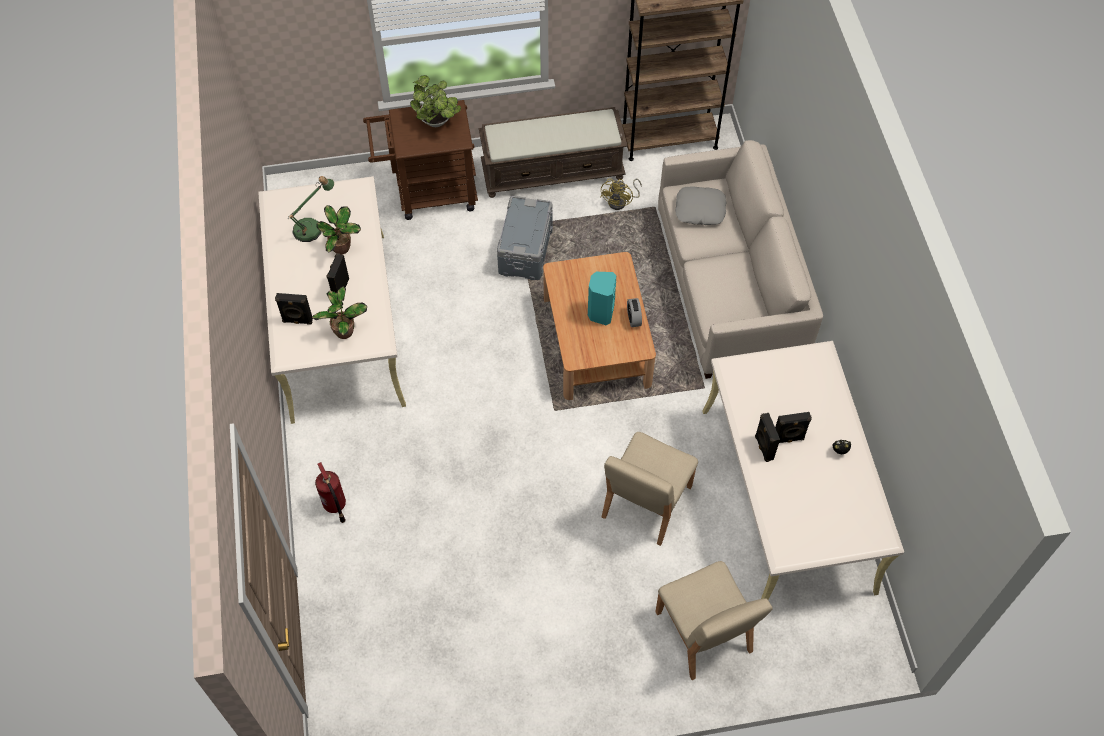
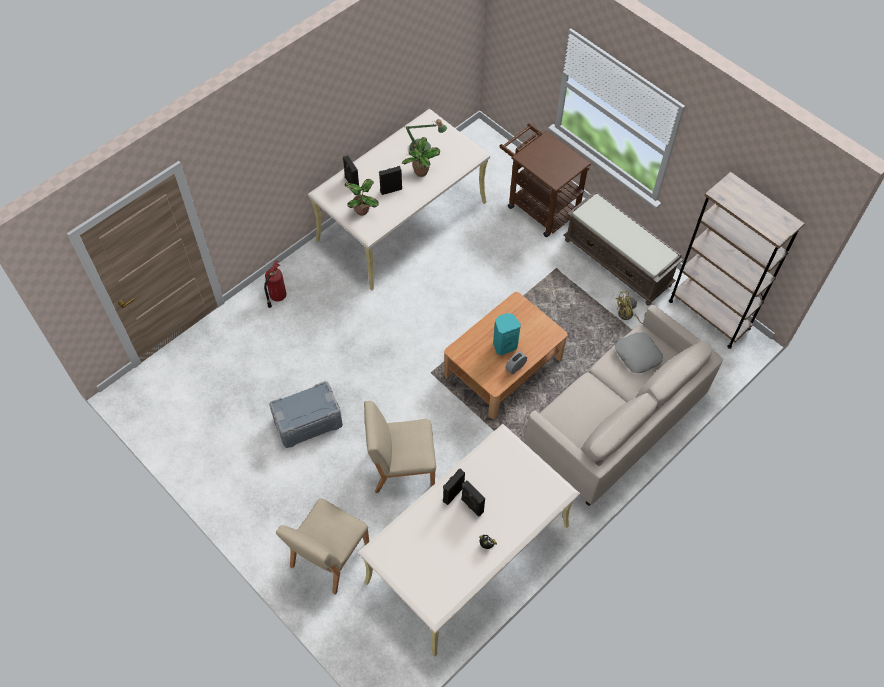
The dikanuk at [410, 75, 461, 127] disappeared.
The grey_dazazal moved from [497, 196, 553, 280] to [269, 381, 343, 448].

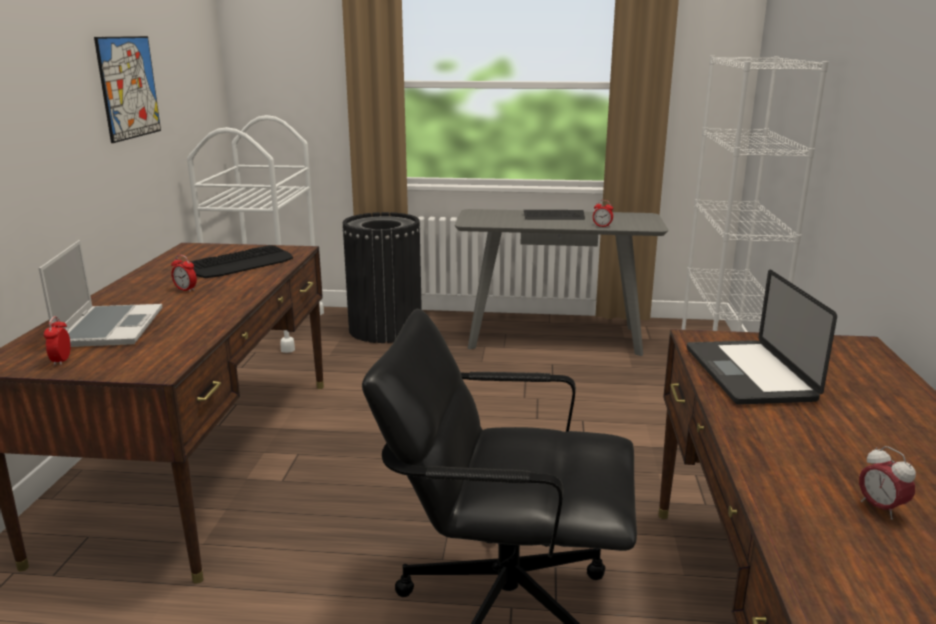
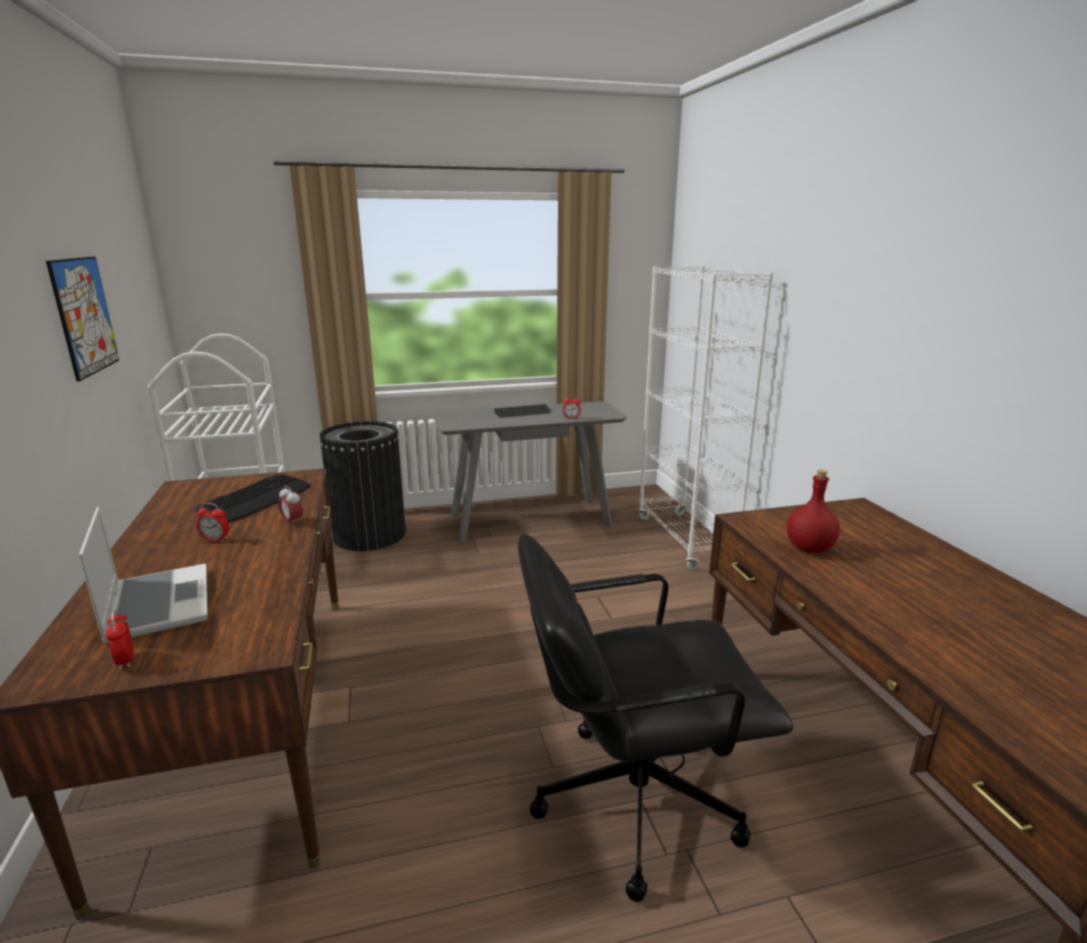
The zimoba at [687, 270, 837, 405] was replaced by the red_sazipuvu at [787, 470, 840, 553].
The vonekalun moved from [859, 446, 916, 520] to [278, 486, 303, 526].

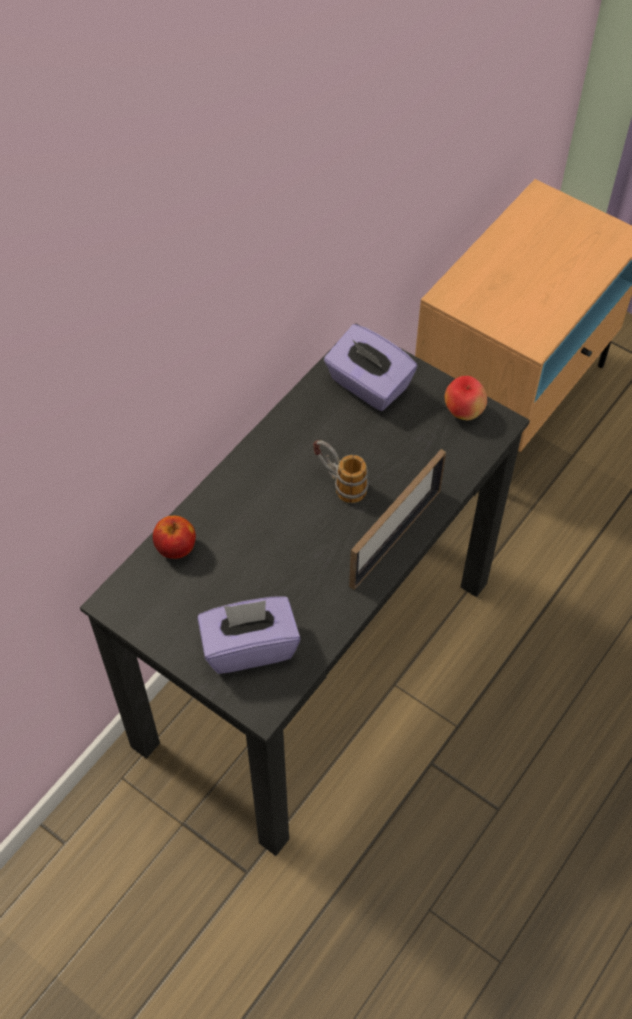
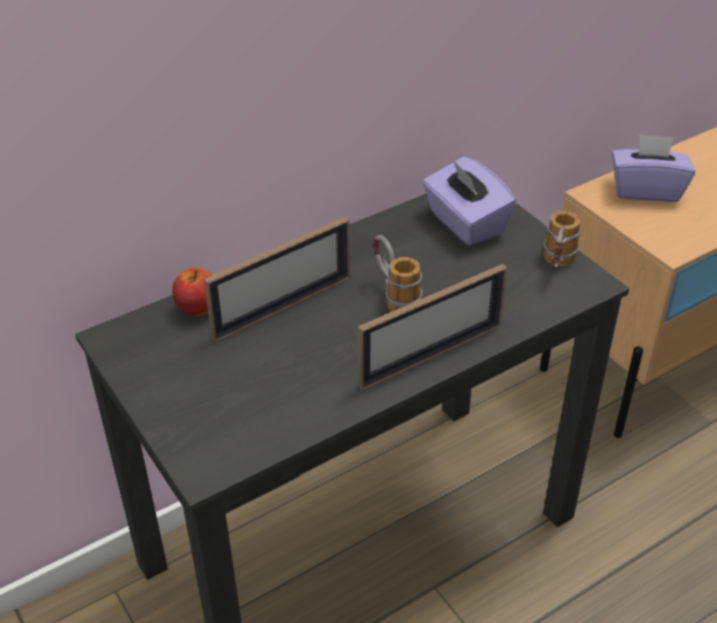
The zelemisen at [445, 376, 487, 420] was replaced by the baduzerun at [543, 211, 581, 269].
The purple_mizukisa moved from [197, 596, 300, 674] to [612, 134, 695, 202].
The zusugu at [204, 217, 350, 342] appeared.

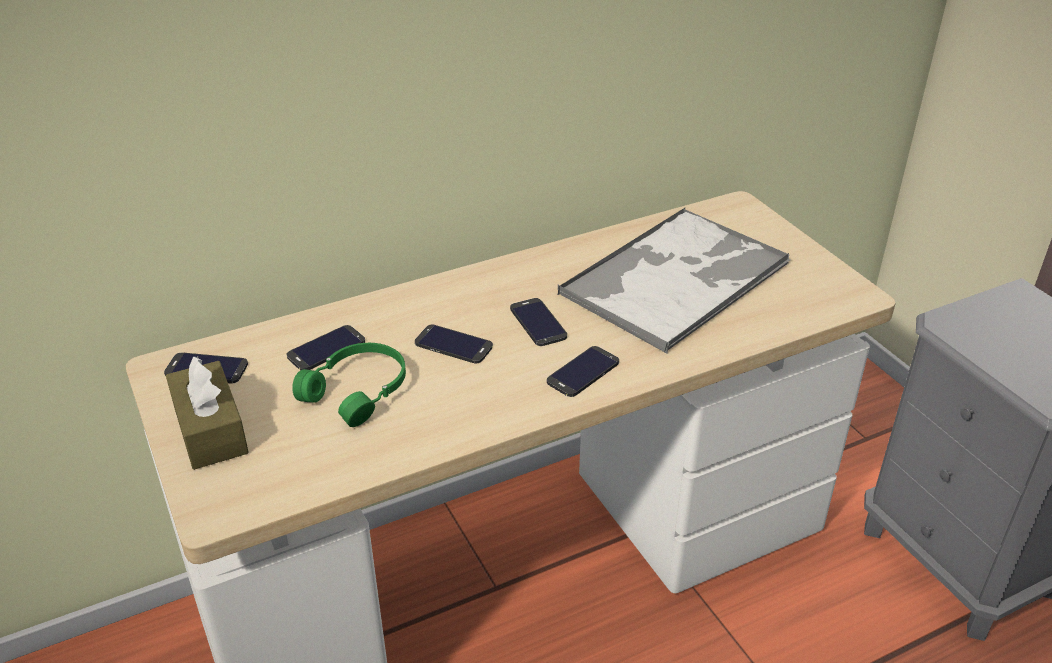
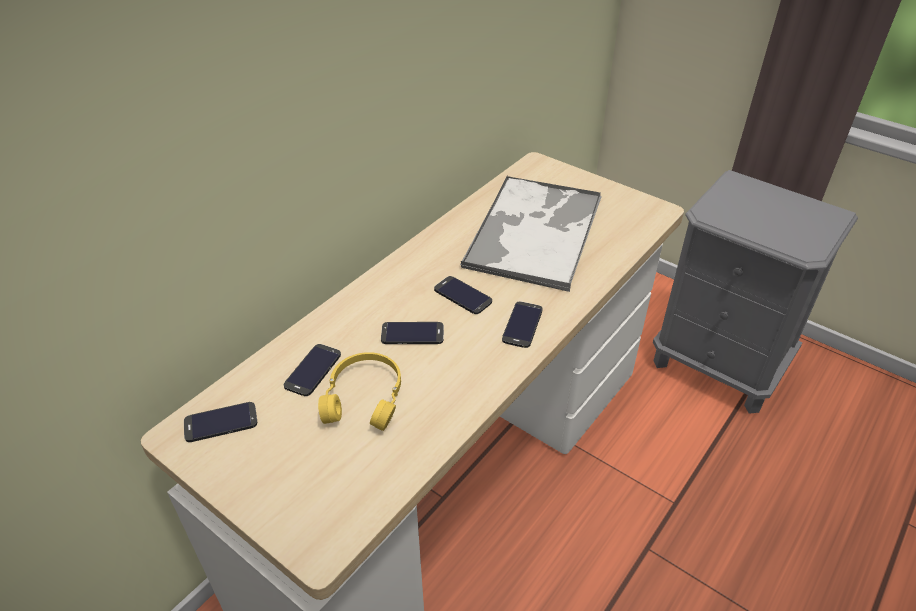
The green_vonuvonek at [292, 343, 406, 427] became the yellow_vonuvonek at [318, 352, 401, 431].
The brown_mizukisa at [166, 356, 249, 470] disappeared.

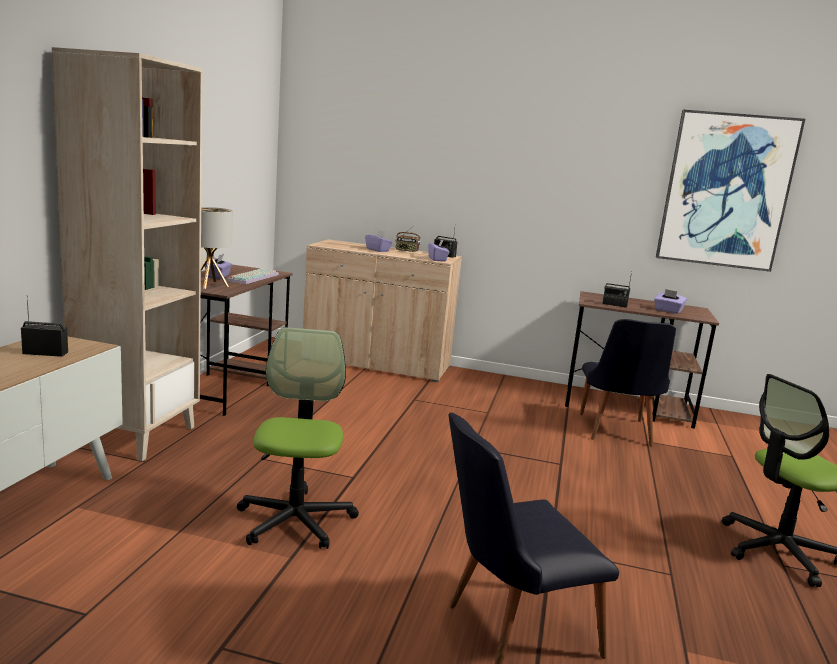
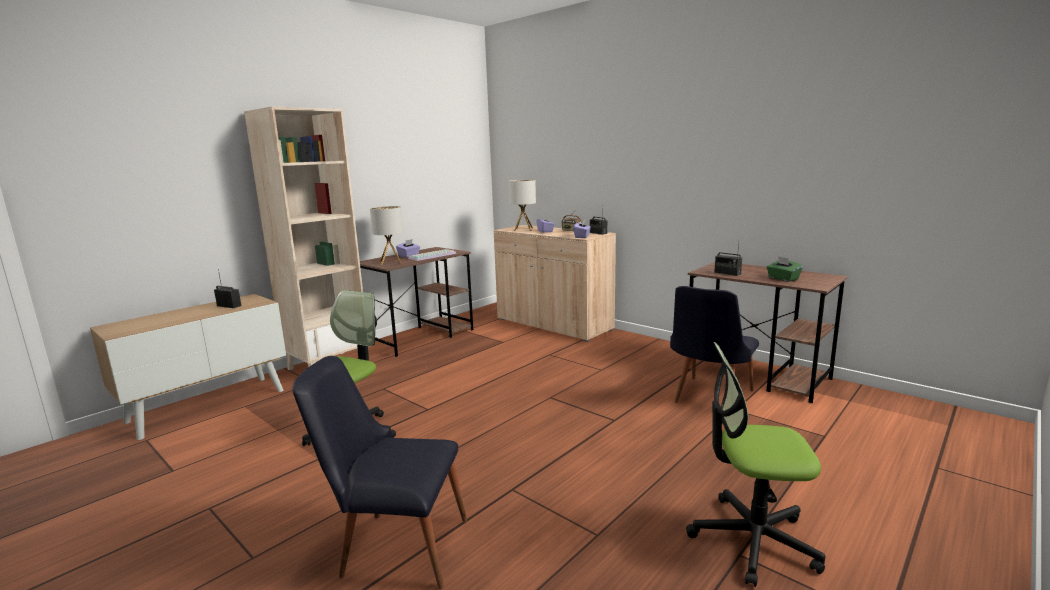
The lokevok at [656, 110, 805, 272] disappeared.
The purple_mizukisa at [654, 289, 687, 314] became the green_mizukisa at [766, 256, 803, 282].
The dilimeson at [508, 180, 536, 231] appeared.

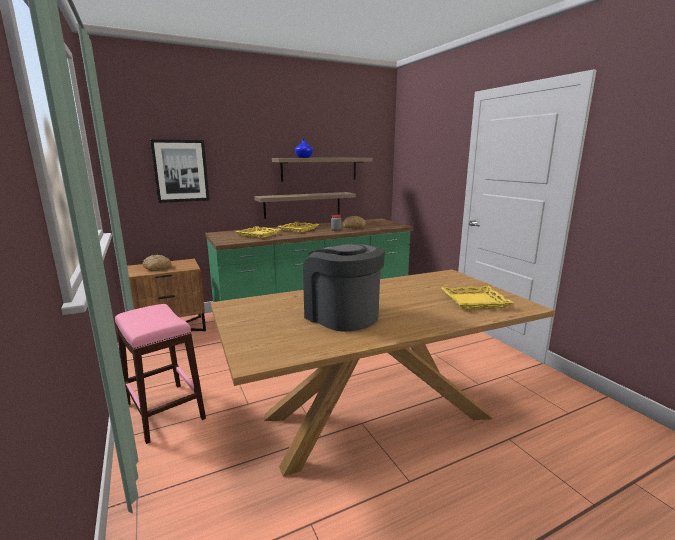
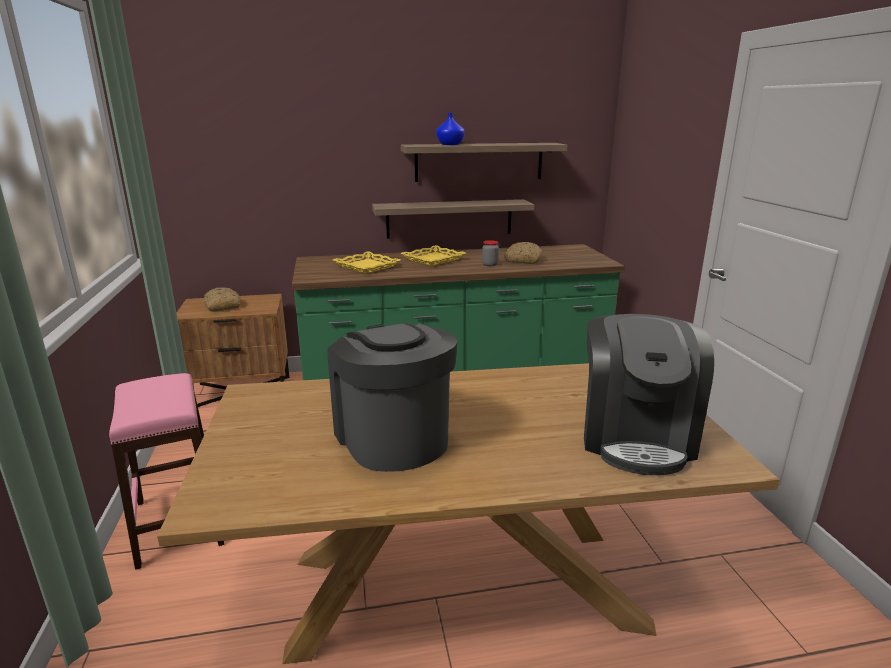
The lokevok at [150, 139, 209, 203] disappeared.
The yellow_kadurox at [441, 286, 513, 310] was replaced by the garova at [584, 314, 714, 475].

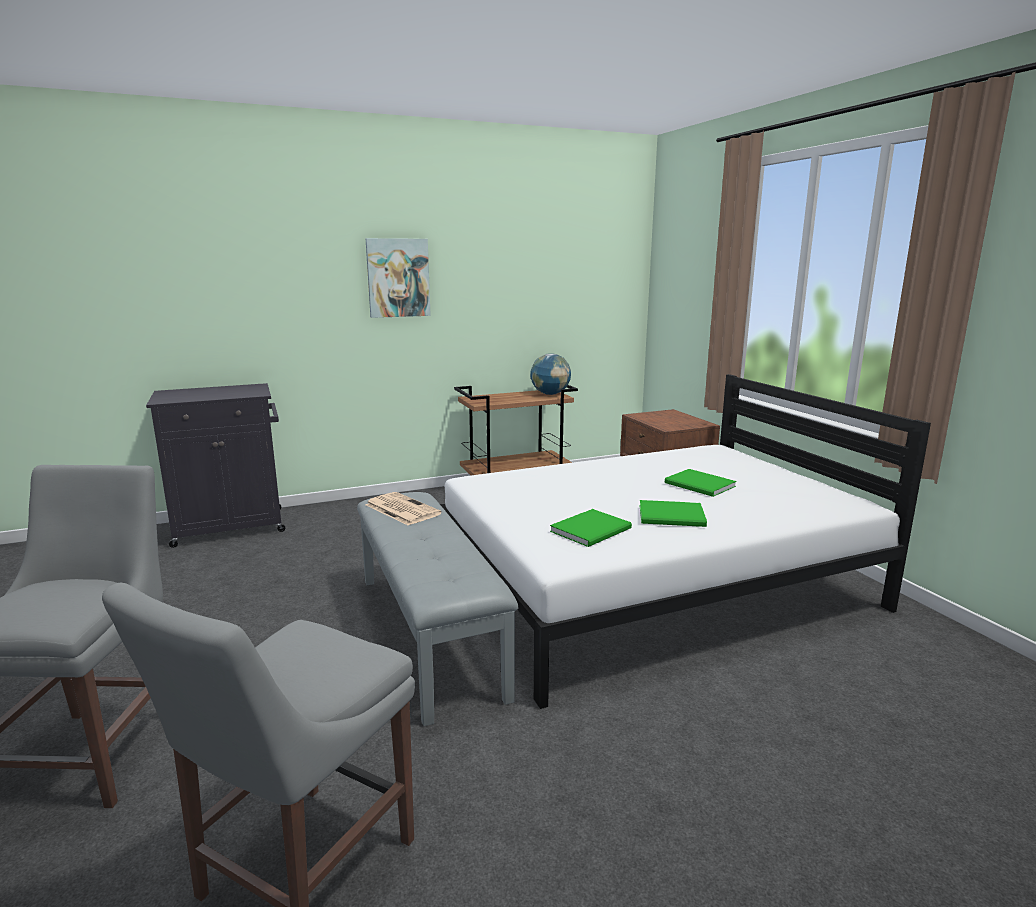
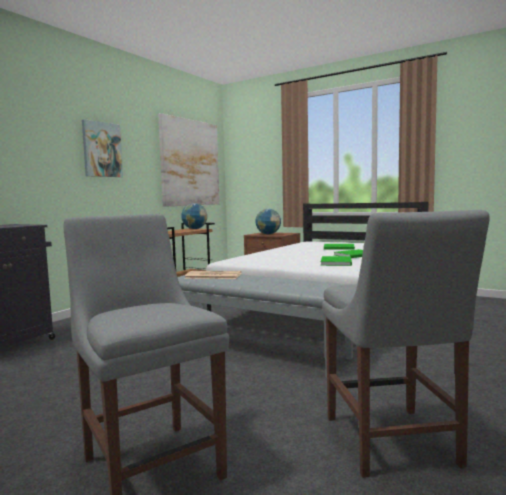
The lokevok at [158, 113, 220, 207] appeared.
The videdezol at [256, 209, 281, 234] appeared.

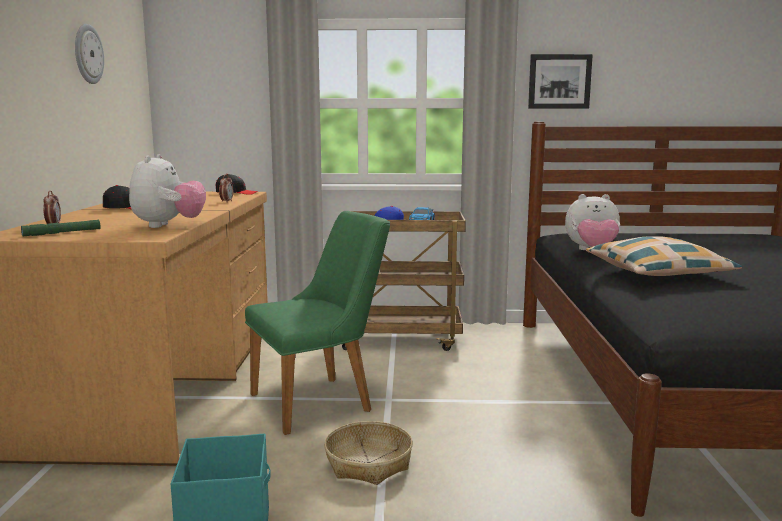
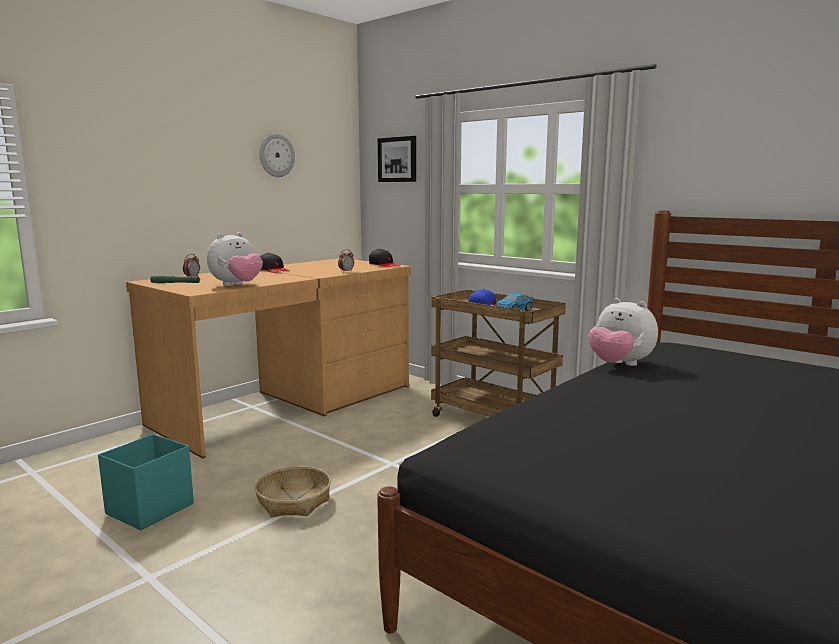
The lokevok moved from [528, 54, 593, 109] to [378, 136, 416, 182].
The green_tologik at [245, 211, 390, 435] disappeared.
The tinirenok at [586, 236, 742, 276] disappeared.

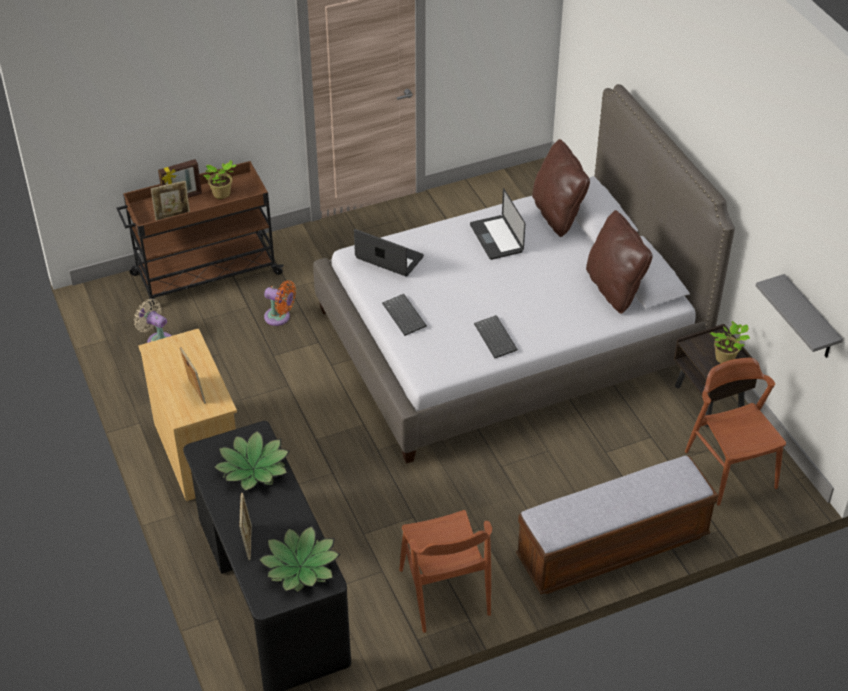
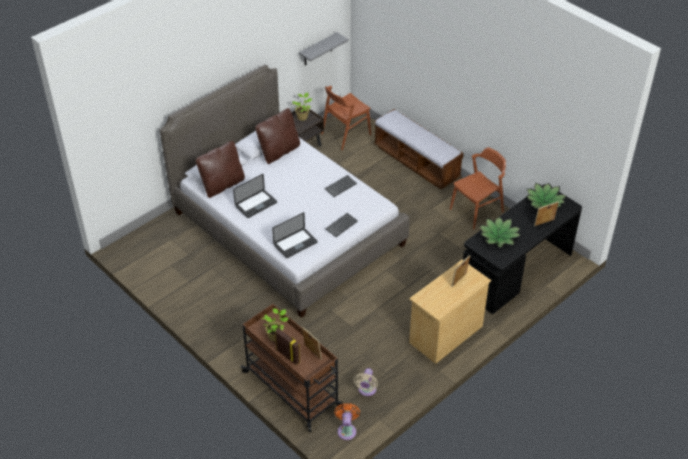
The zimoba at [354, 229, 424, 276] turned 135 degrees counterclockwise.
The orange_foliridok moved from [264, 281, 296, 326] to [334, 403, 360, 440].

